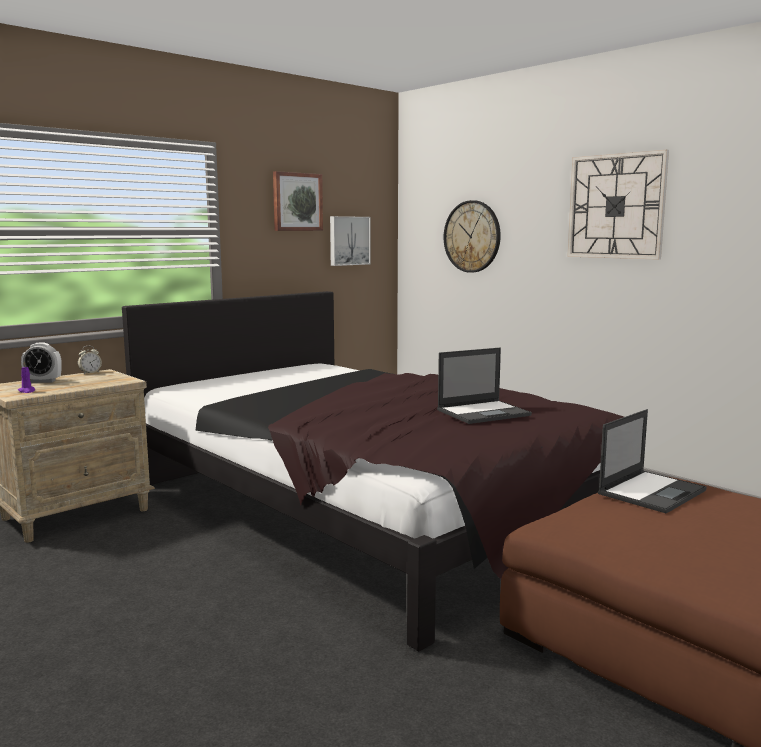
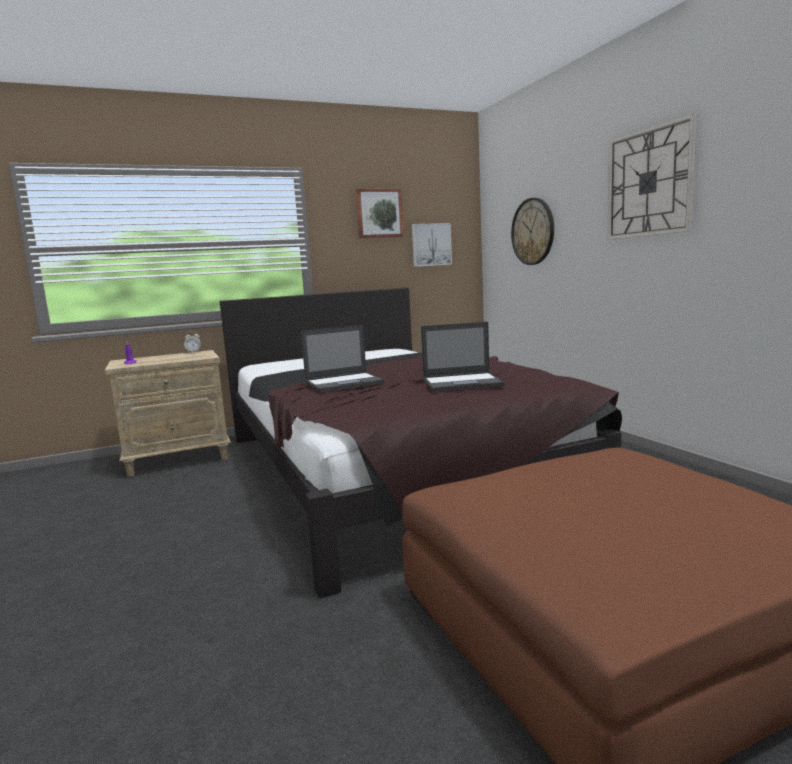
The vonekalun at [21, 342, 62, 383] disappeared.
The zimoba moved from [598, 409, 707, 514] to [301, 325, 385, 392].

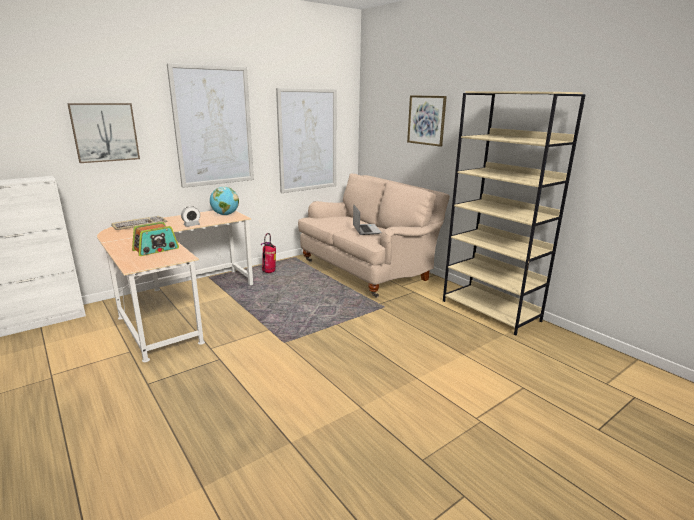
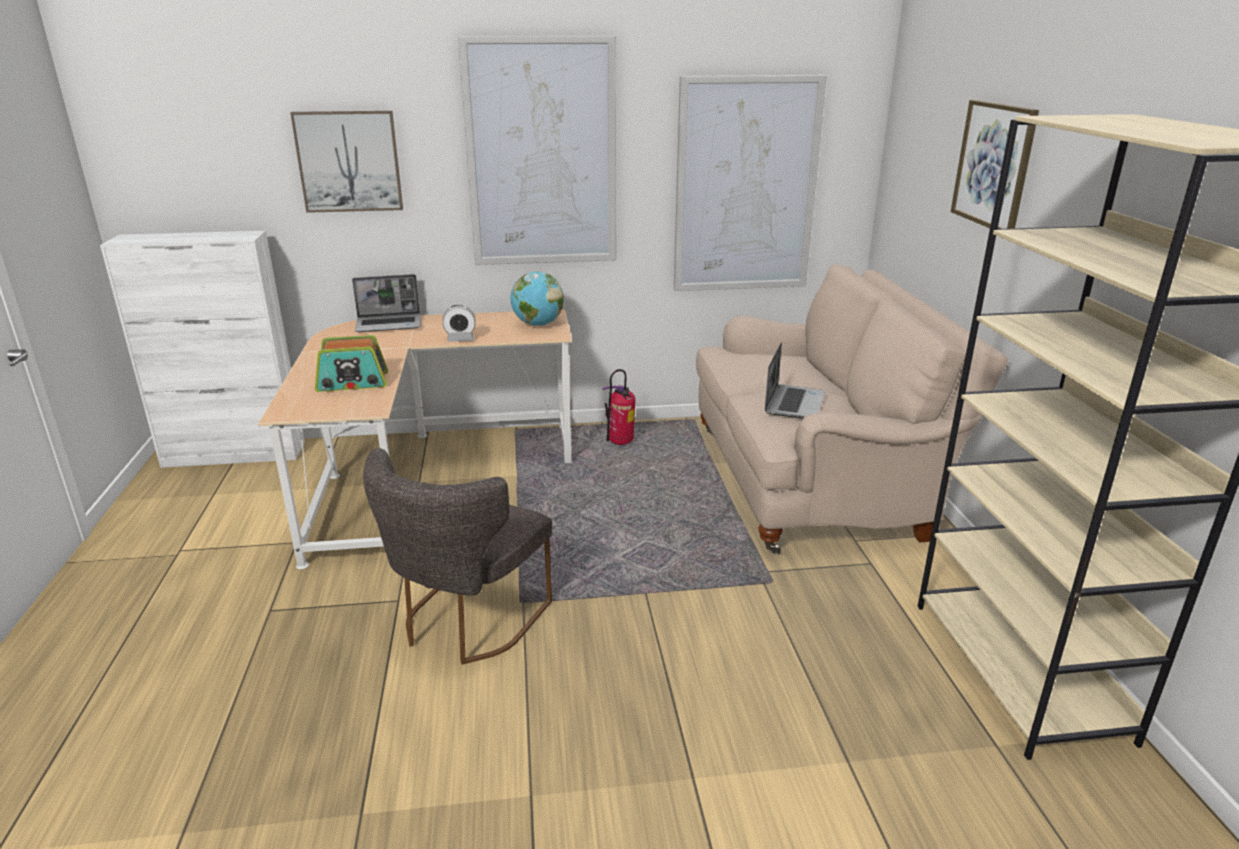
The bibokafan at [111, 216, 167, 230] was replaced by the zimoba at [352, 274, 420, 332].
The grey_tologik at [363, 448, 552, 664] appeared.

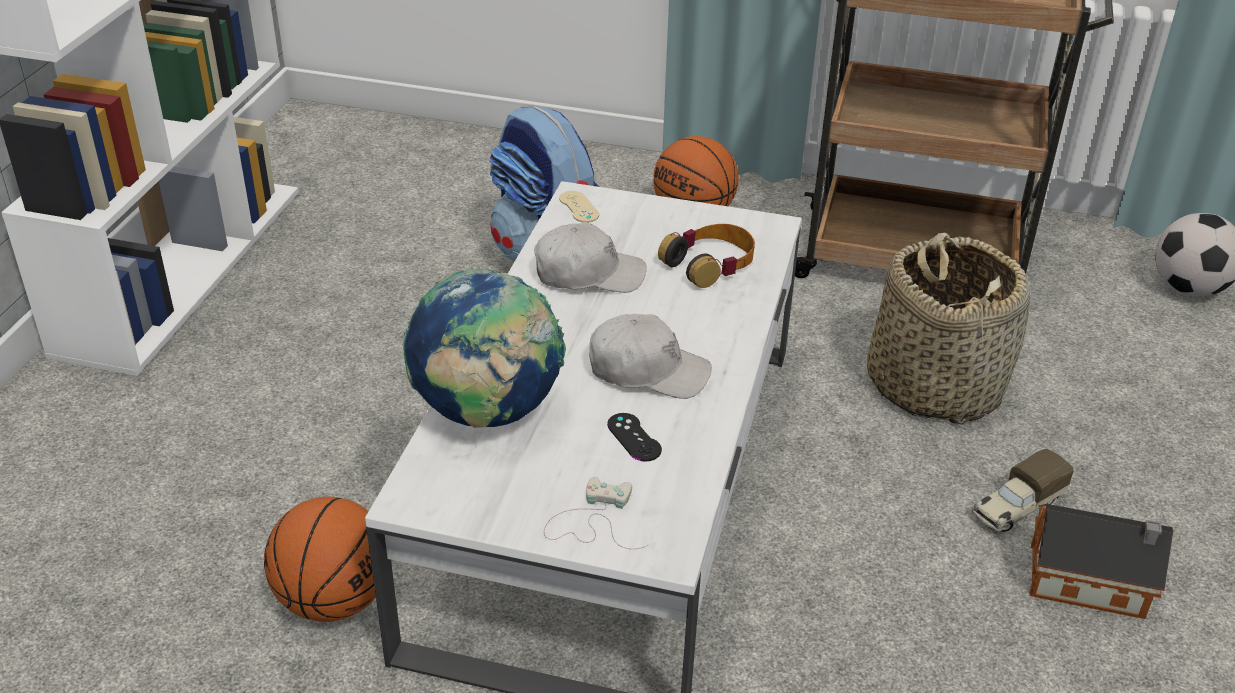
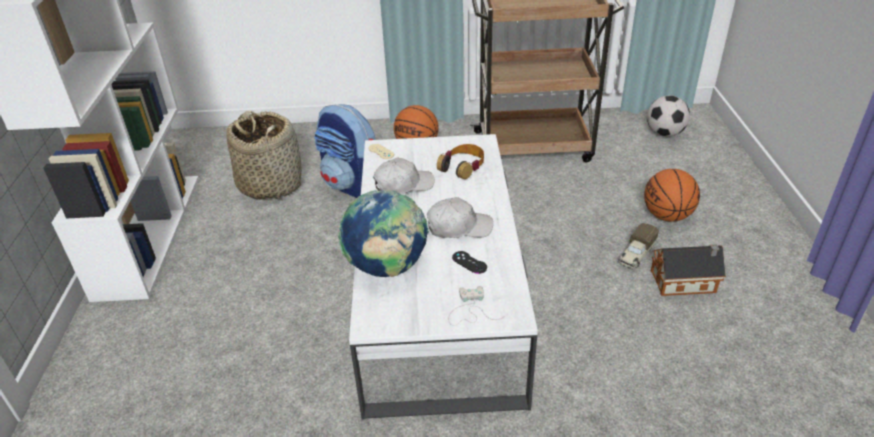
The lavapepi moved from [867, 233, 1030, 425] to [226, 111, 302, 200].
The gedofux moved from [264, 497, 376, 622] to [644, 169, 700, 222].

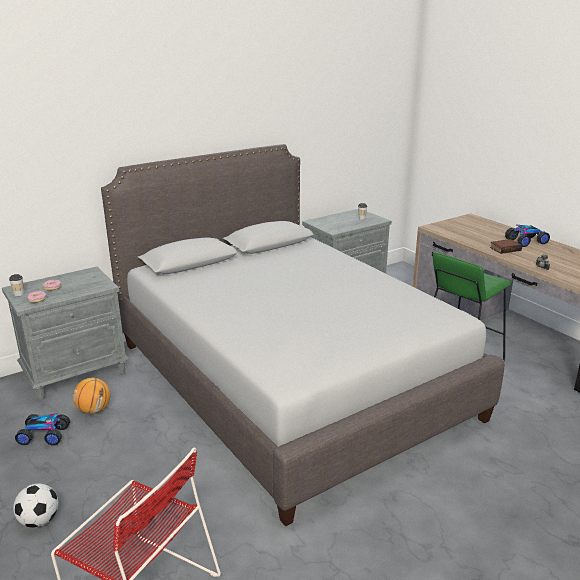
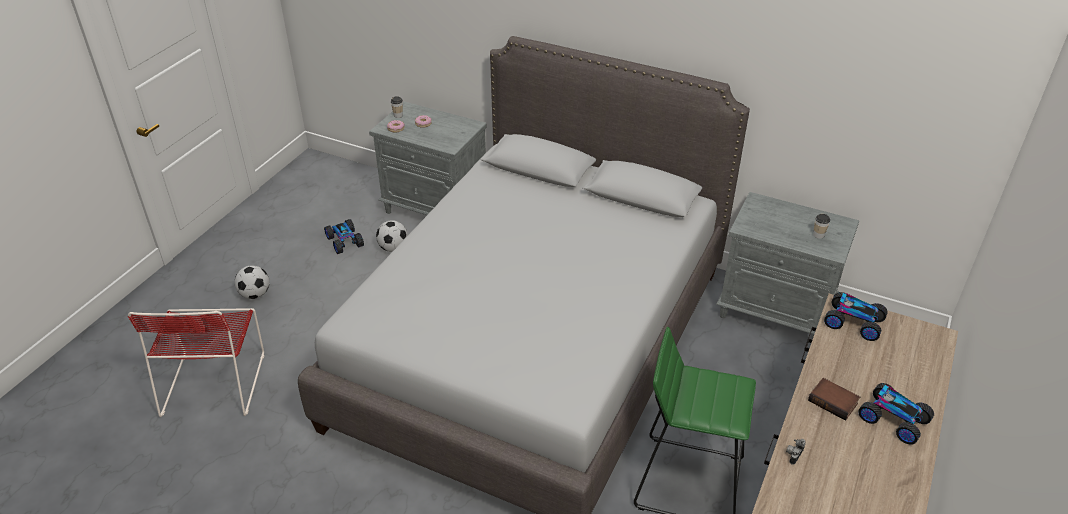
The gedofux at [73, 378, 110, 414] was replaced by the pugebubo at [376, 220, 408, 252].
The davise at [824, 292, 888, 341] appeared.

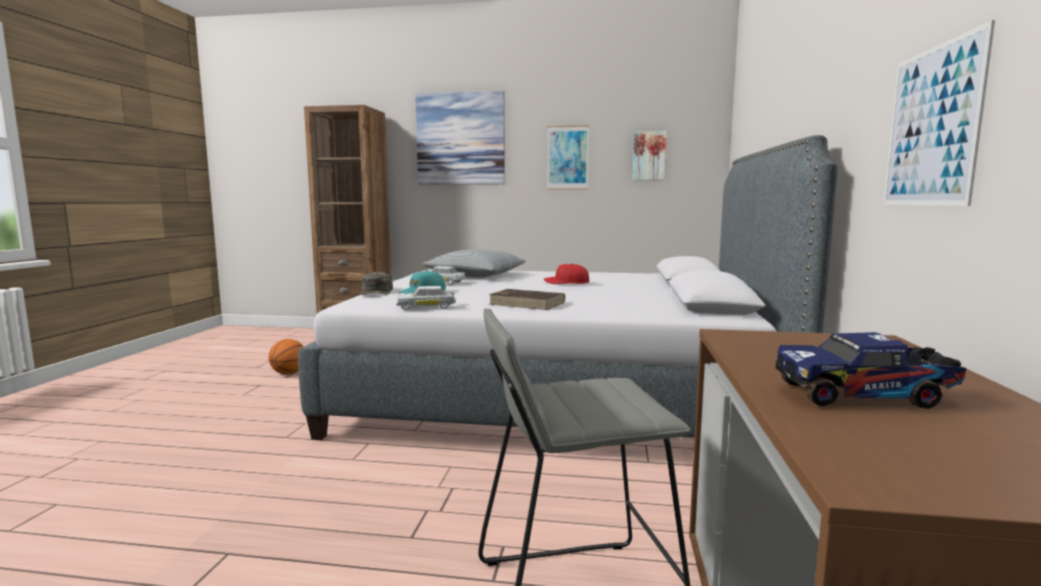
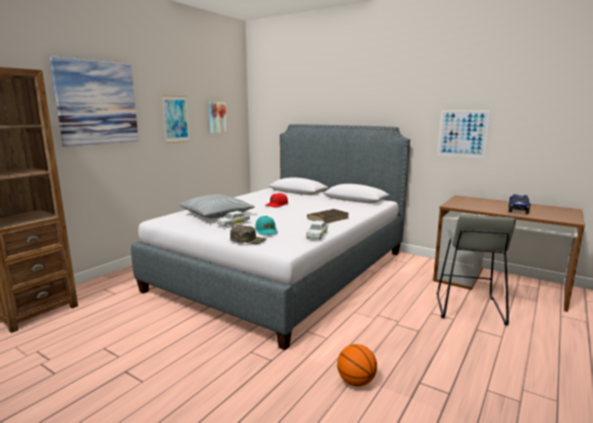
The gedofux moved from [269, 339, 304, 374] to [337, 344, 377, 387].

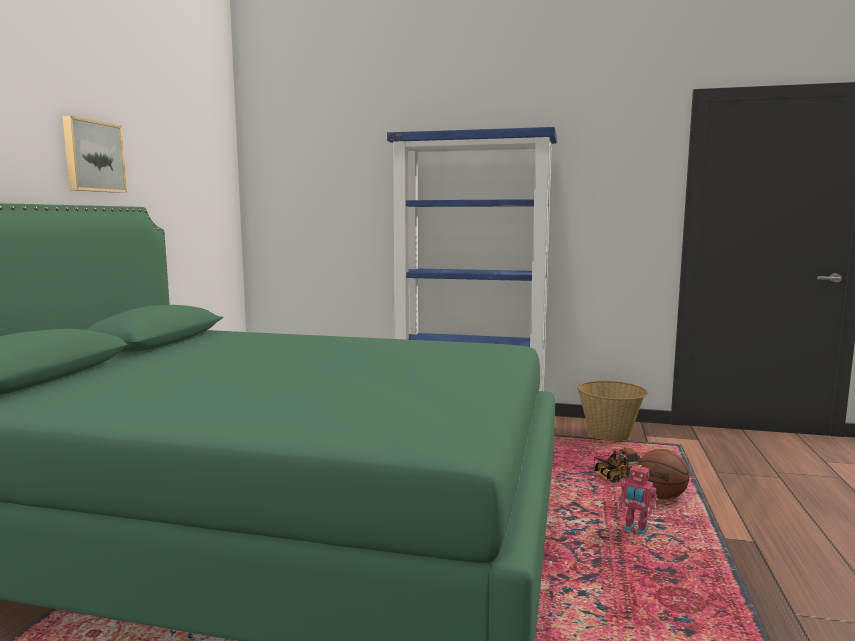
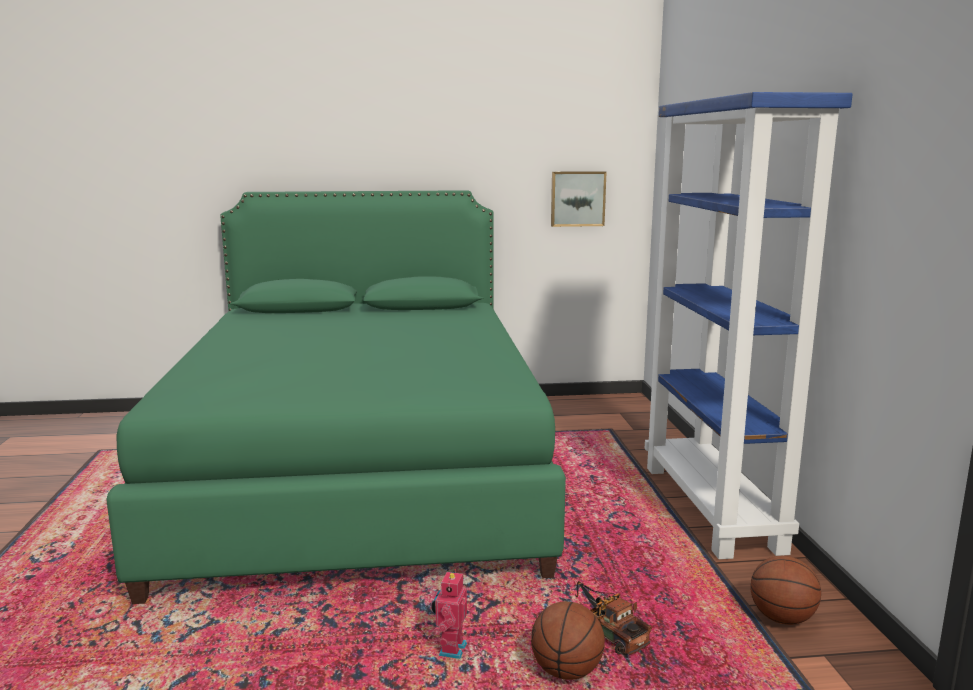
The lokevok moved from [63, 116, 127, 193] to [551, 171, 607, 227].
The lavapepi at [578, 381, 648, 441] was replaced by the gedofux at [750, 556, 821, 625].

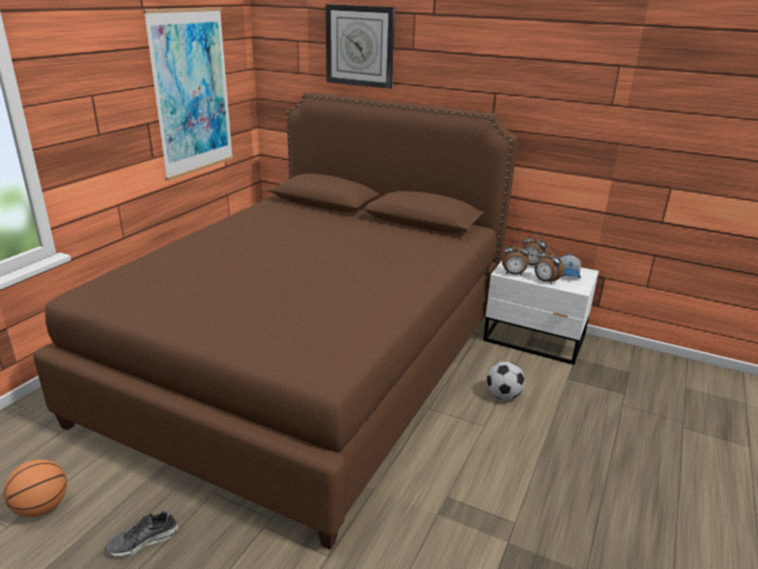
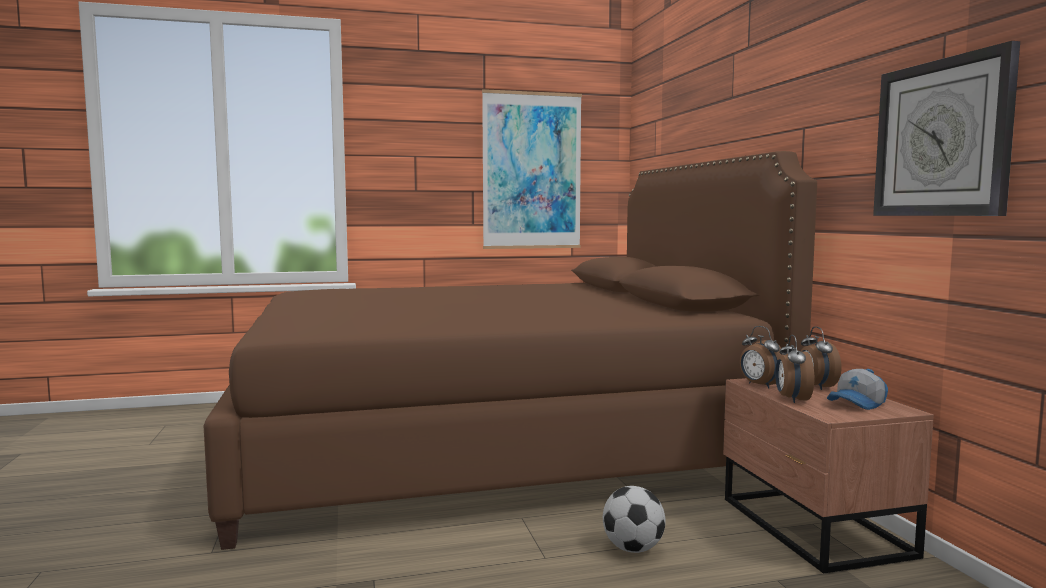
The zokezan moved from [326, 4, 395, 89] to [873, 41, 1020, 216].
The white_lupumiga at [483, 261, 599, 365] became the brown_lupumiga at [723, 378, 934, 574].
The gedofux at [3, 459, 67, 517] disappeared.
The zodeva at [107, 509, 178, 557] disappeared.

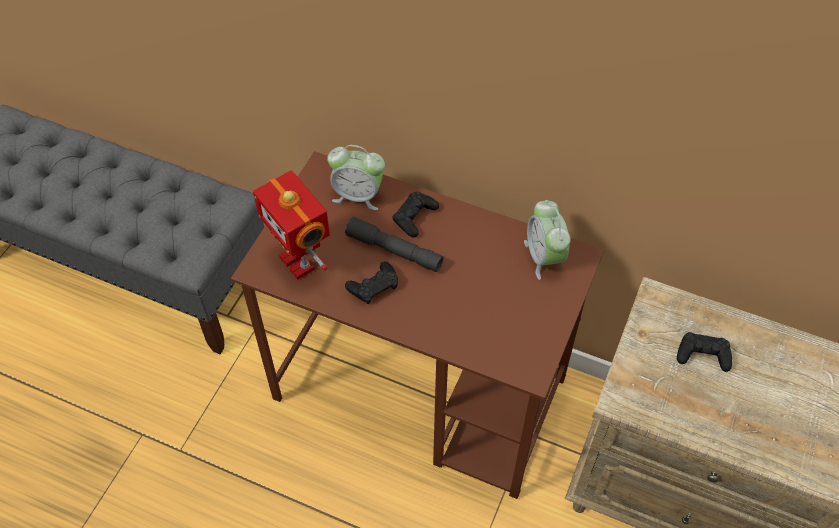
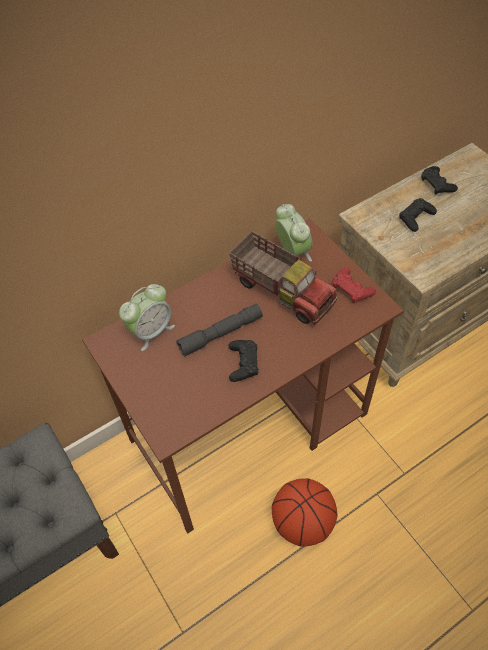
The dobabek at [253, 171, 330, 280] disappeared.
The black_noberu moved from [392, 192, 439, 237] to [422, 166, 458, 194].
The vonekalun at [524, 200, 571, 280] turned 135 degrees counterclockwise.
The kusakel at [229, 231, 338, 324] appeared.
The red_noberu at [333, 268, 376, 303] appeared.
The gedofux at [272, 478, 337, 546] appeared.

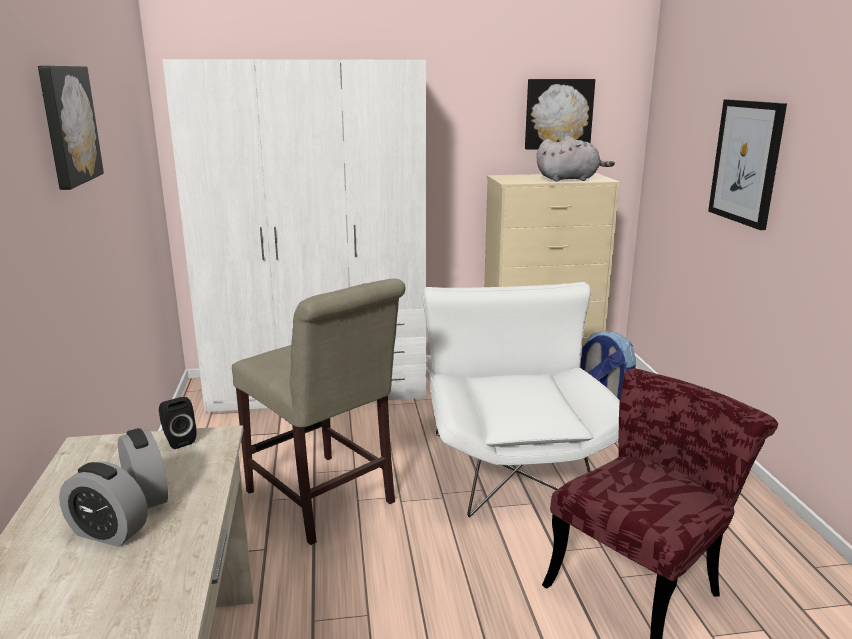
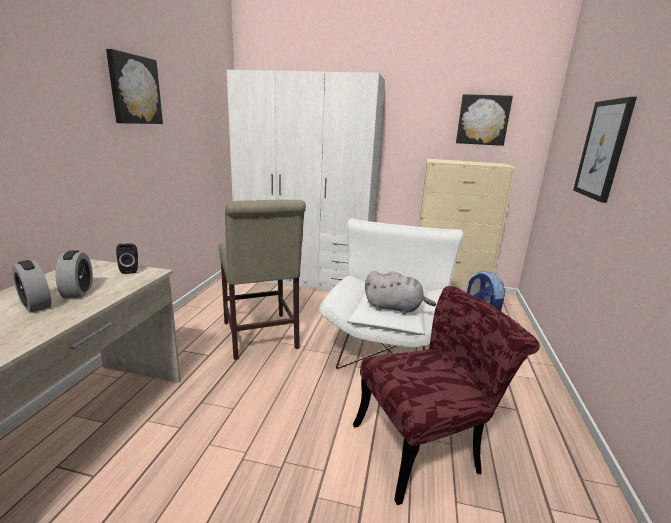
The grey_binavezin moved from [536, 136, 615, 182] to [365, 271, 436, 314].

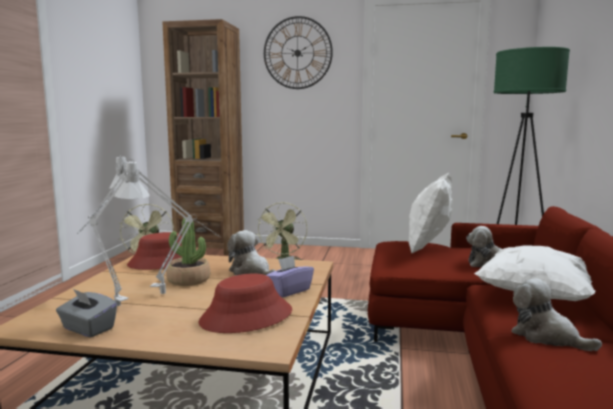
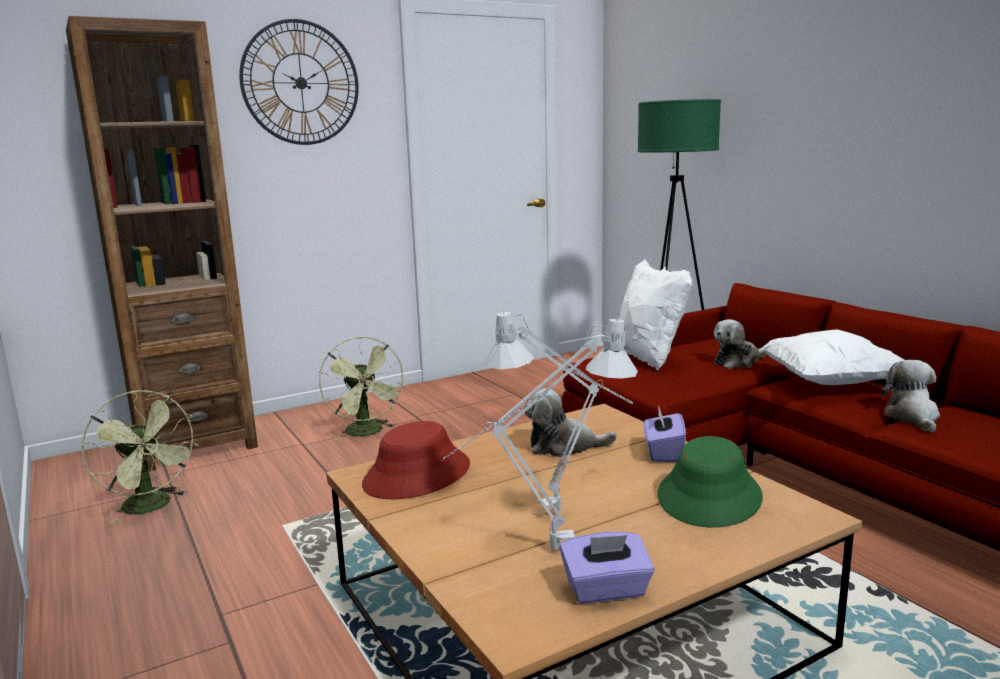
The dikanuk at [166, 218, 211, 286] disappeared.
The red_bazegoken at [199, 274, 292, 333] became the green_bazegoken at [657, 436, 763, 527].
The binavezin at [511, 278, 602, 351] turned 90 degrees clockwise.
The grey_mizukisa at [56, 289, 117, 337] became the purple_mizukisa at [559, 532, 655, 604].

